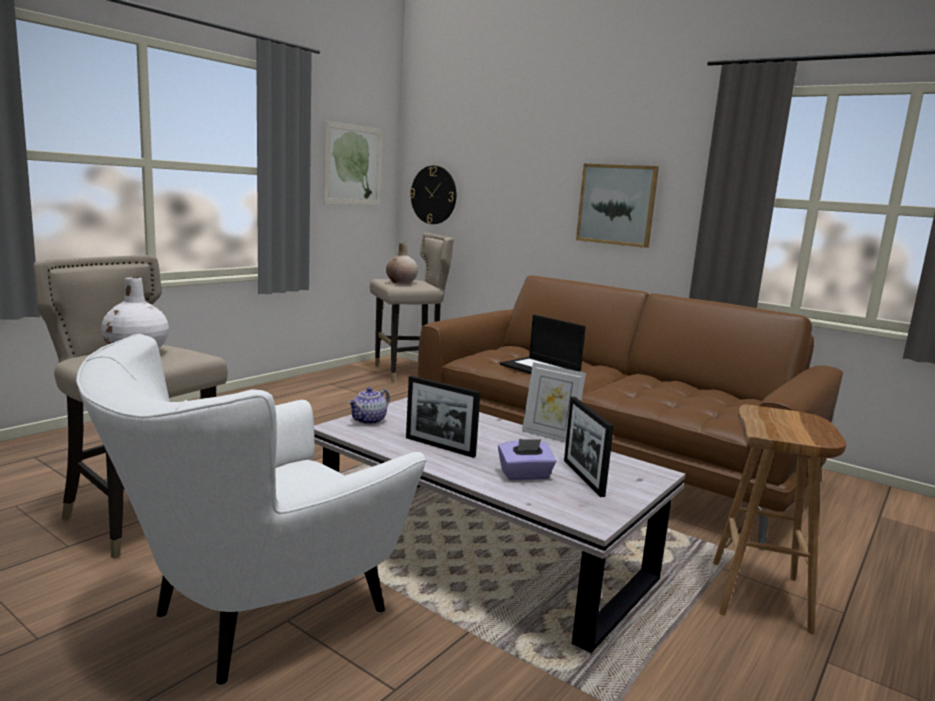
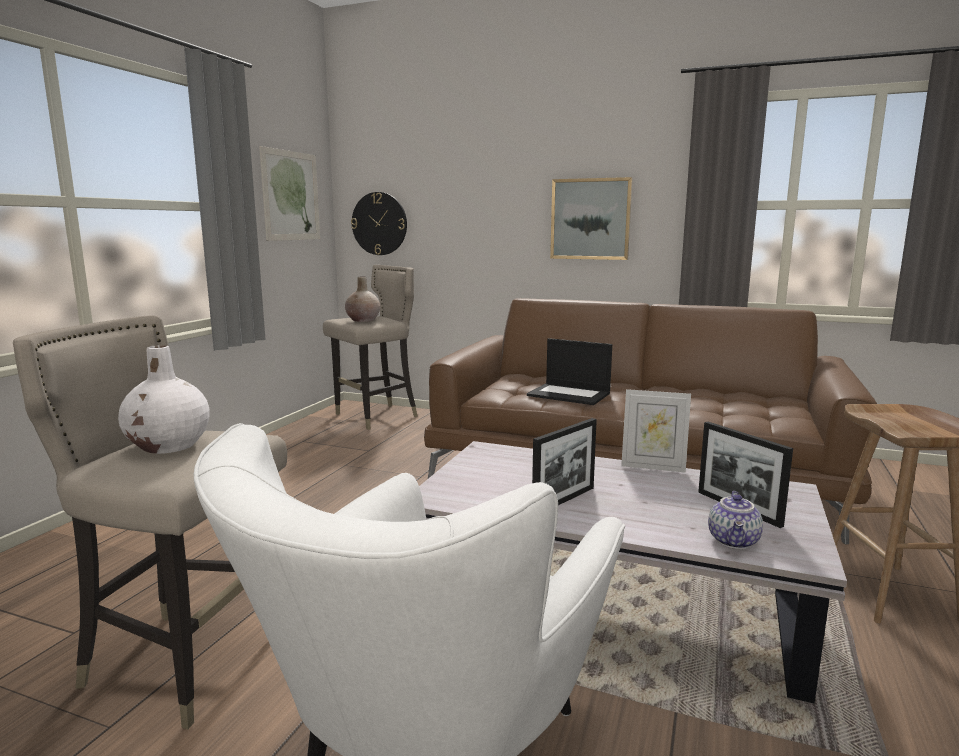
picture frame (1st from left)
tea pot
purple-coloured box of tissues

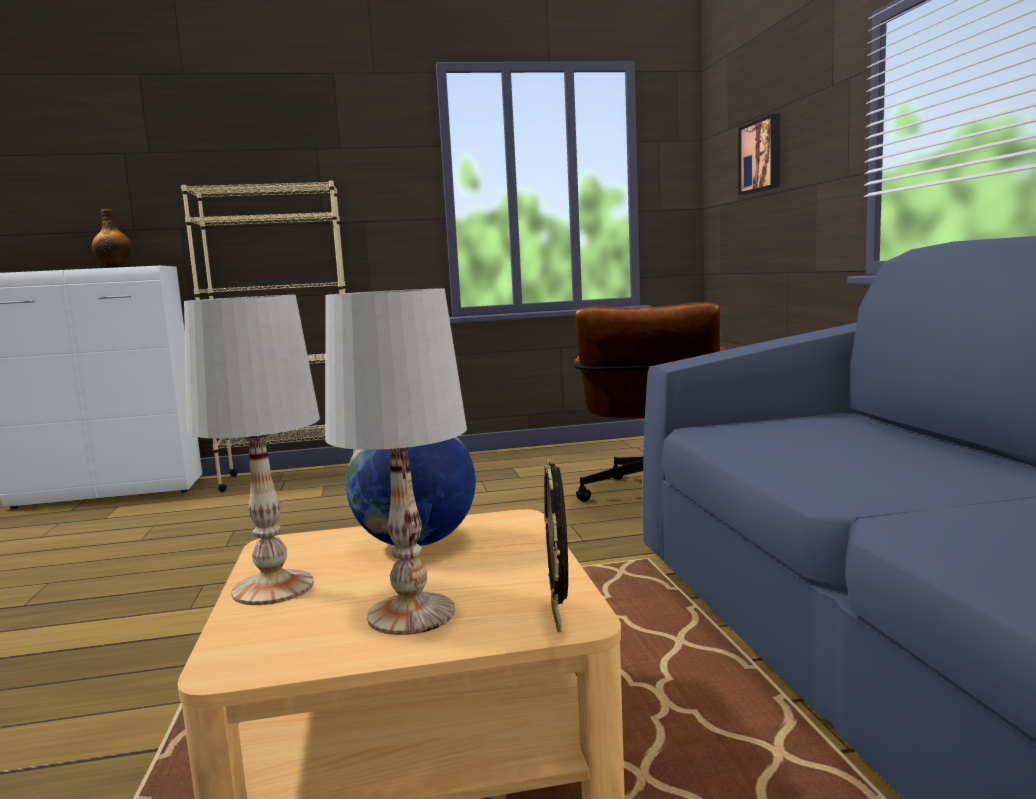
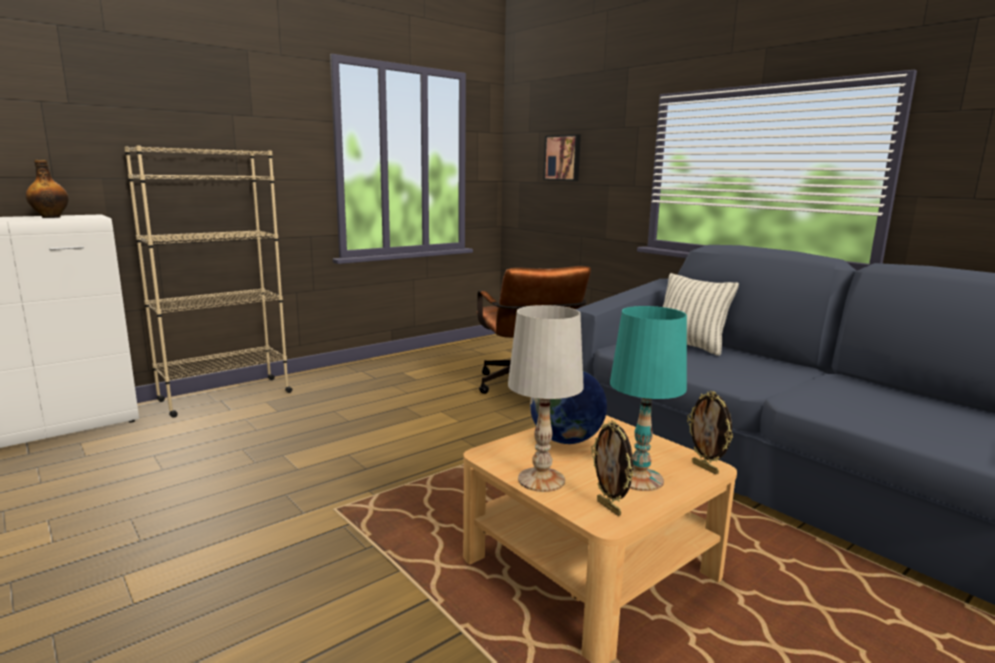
turquoise-coloured tabletop lamp
cushion
picture frame (1st from left)

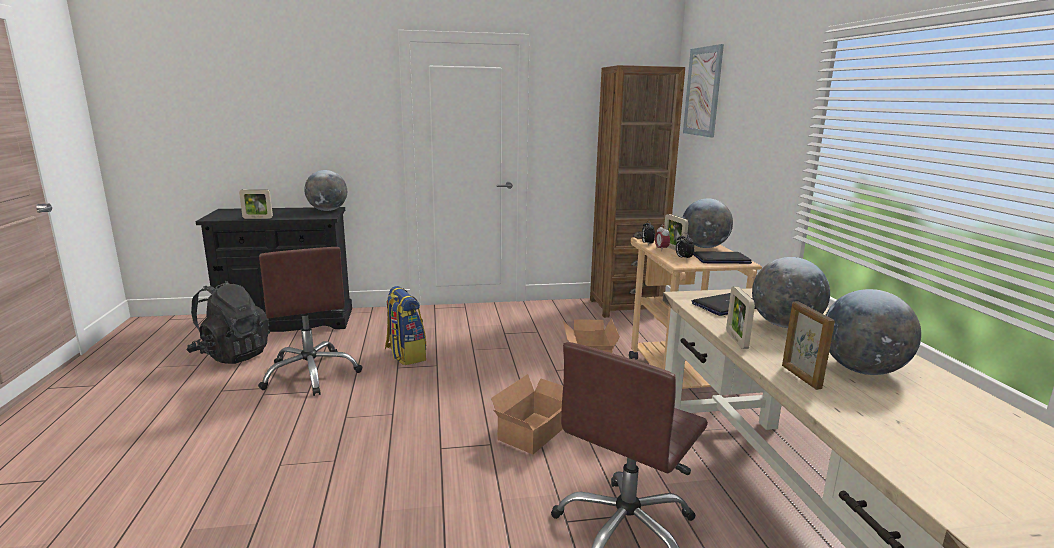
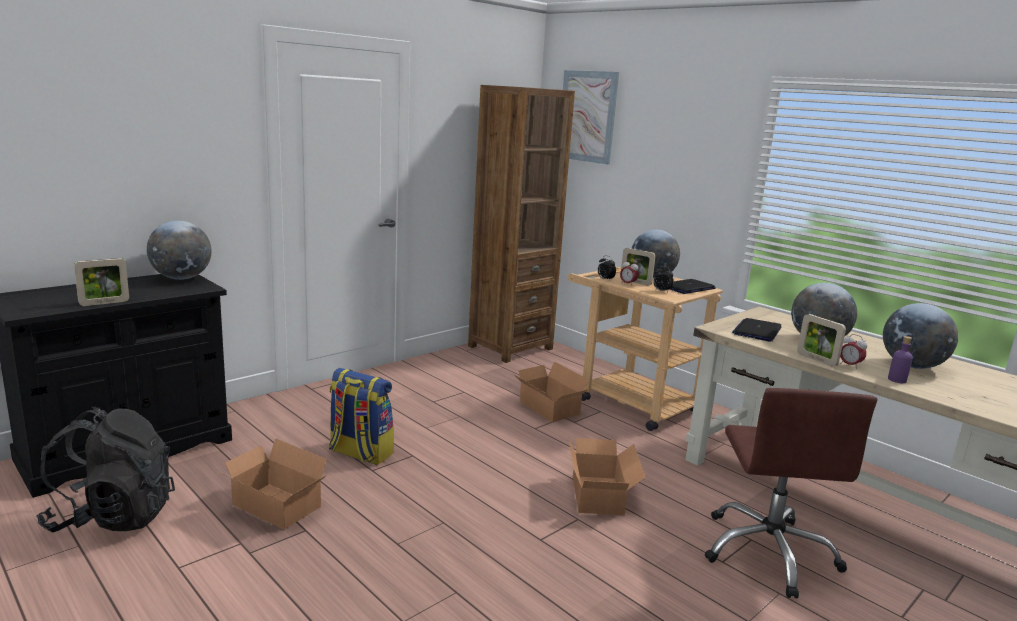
cardboard box (1st from left)
purple-coloured drink bottle
alarm clock (4th from left)

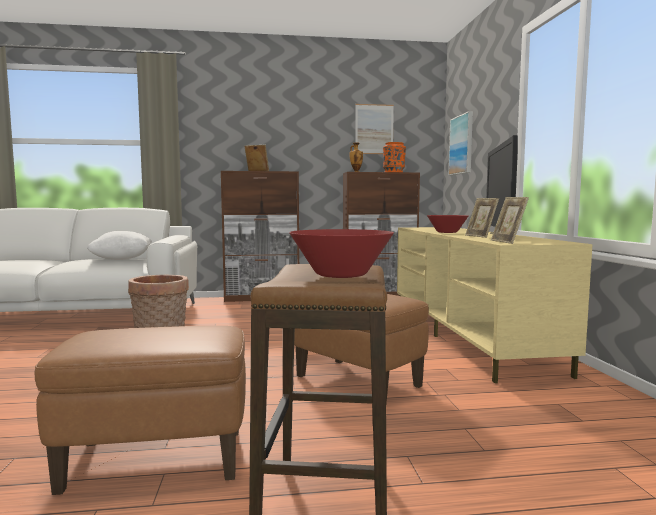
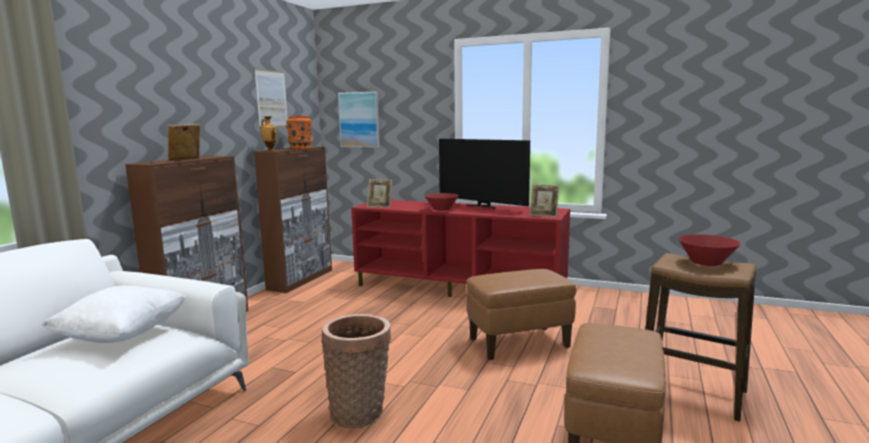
picture frame (2nd from left)
reddish tv stand

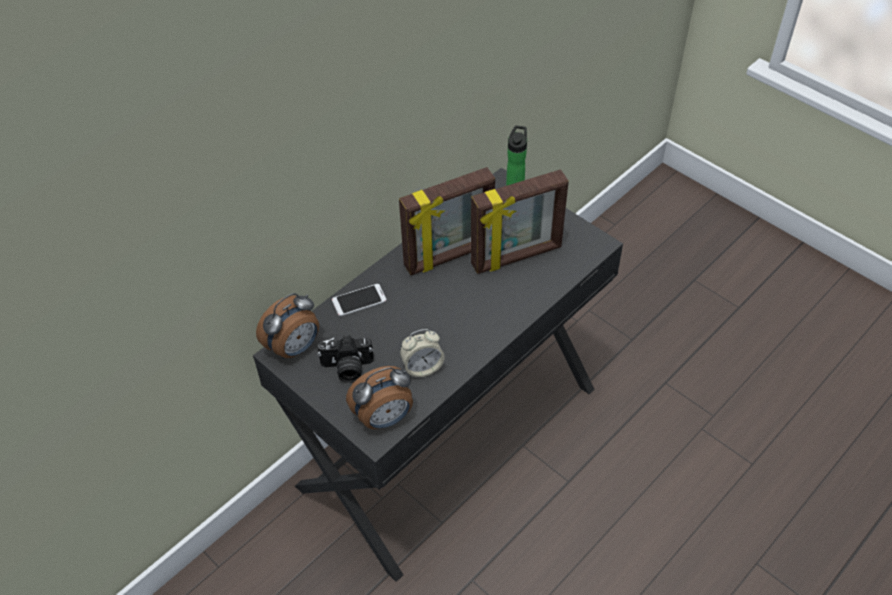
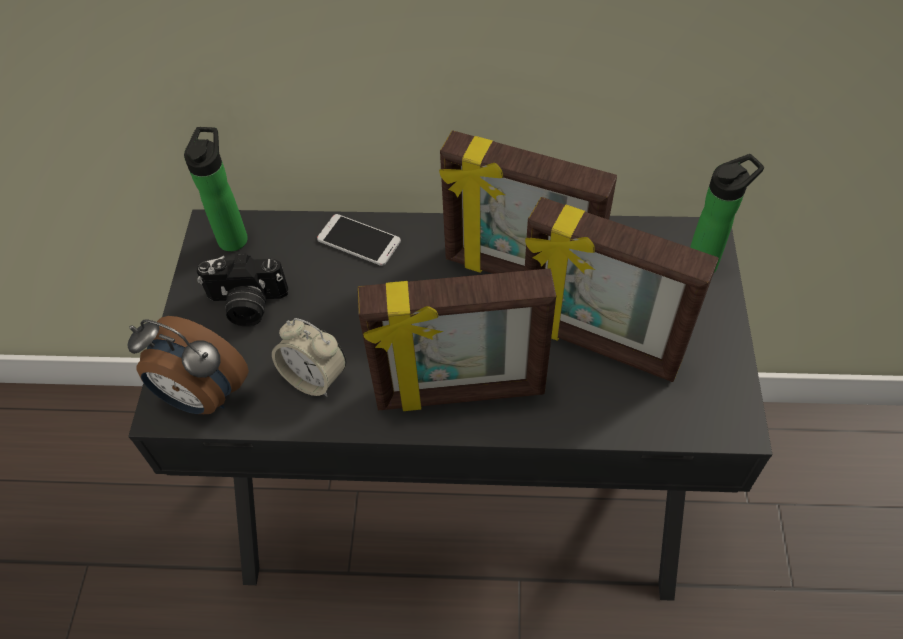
drink bottle (1st from left)
still camera
picture frame (1st from left)

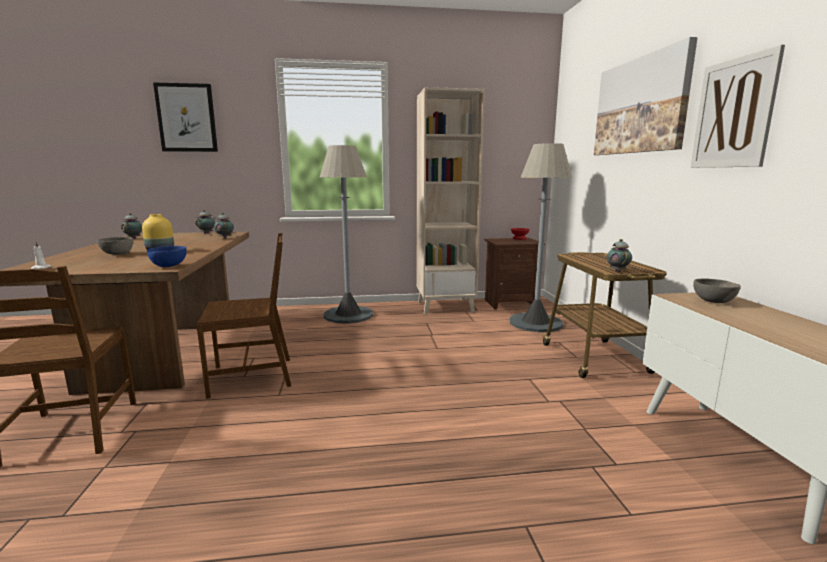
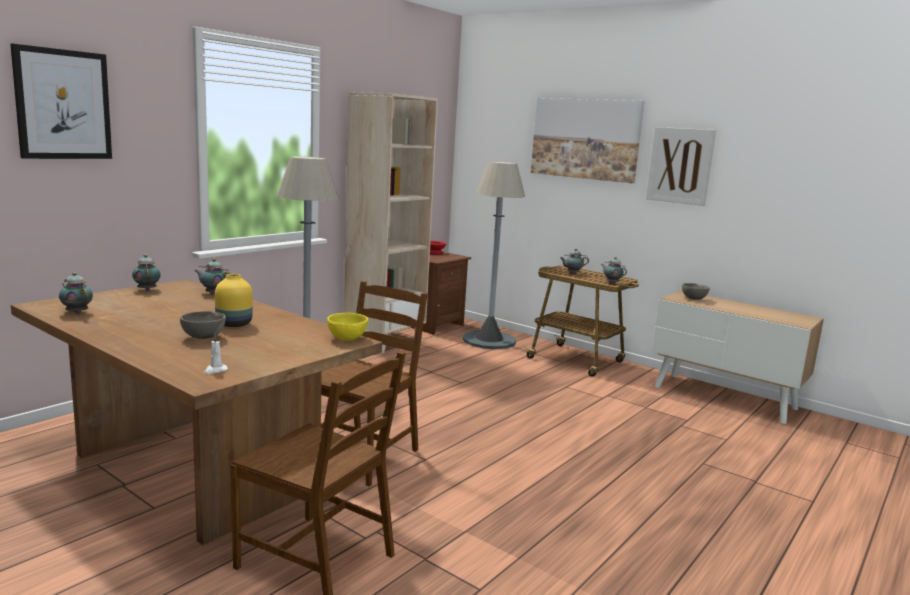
yellow serving bowl
tea pot (4th from left)

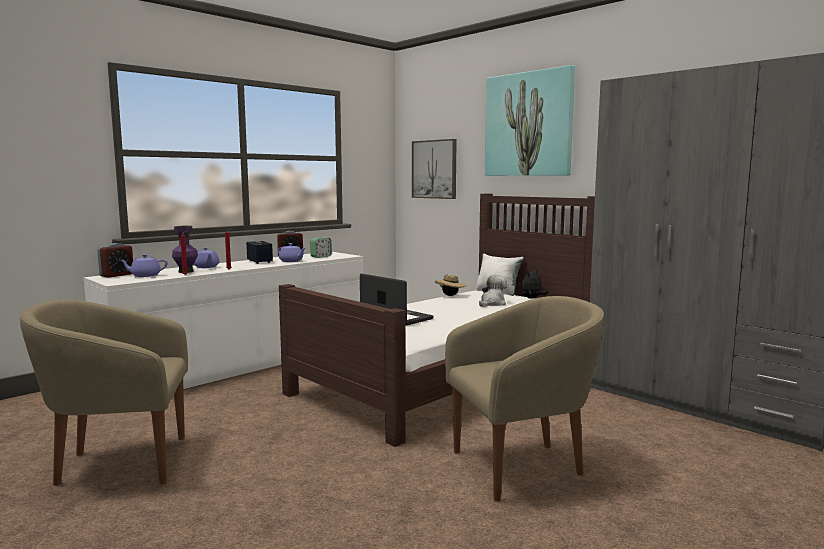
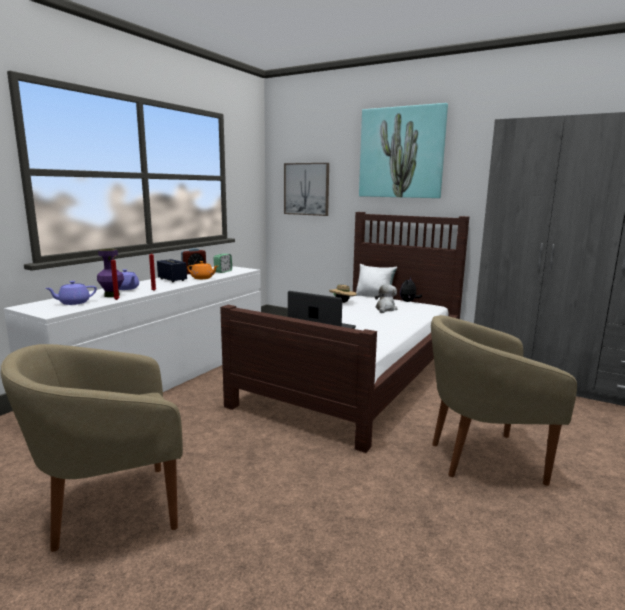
alarm clock (1st from left in the first image)
orange-coloured tea pot
sand-coloured armchair (2nd from left)

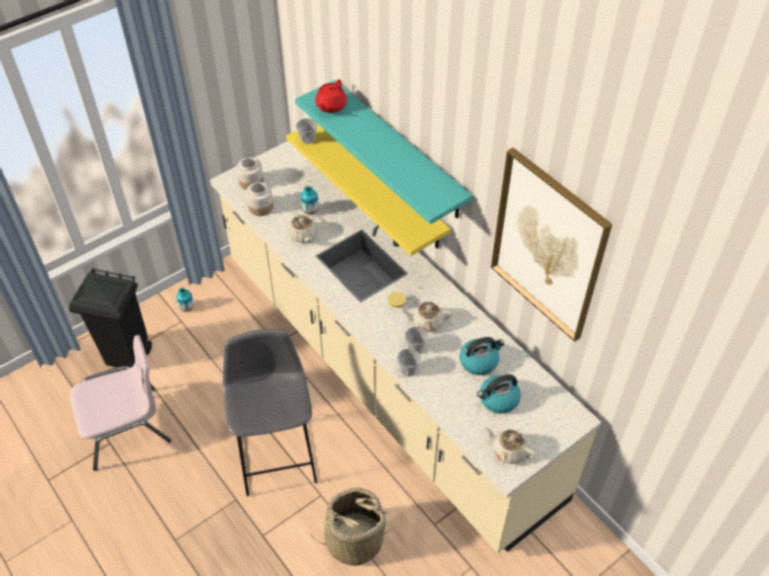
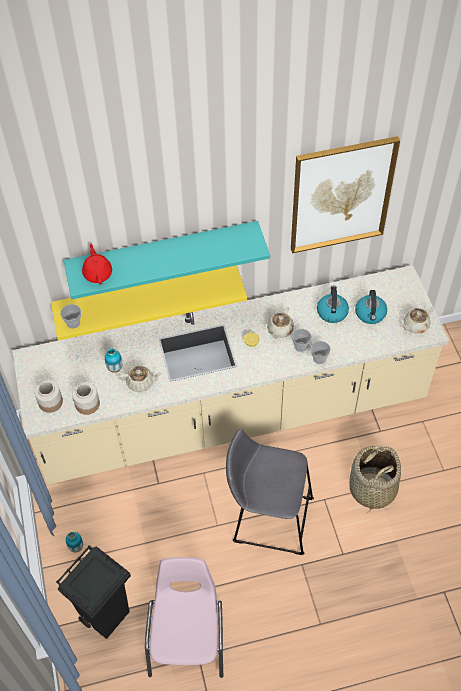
reddish tea pot

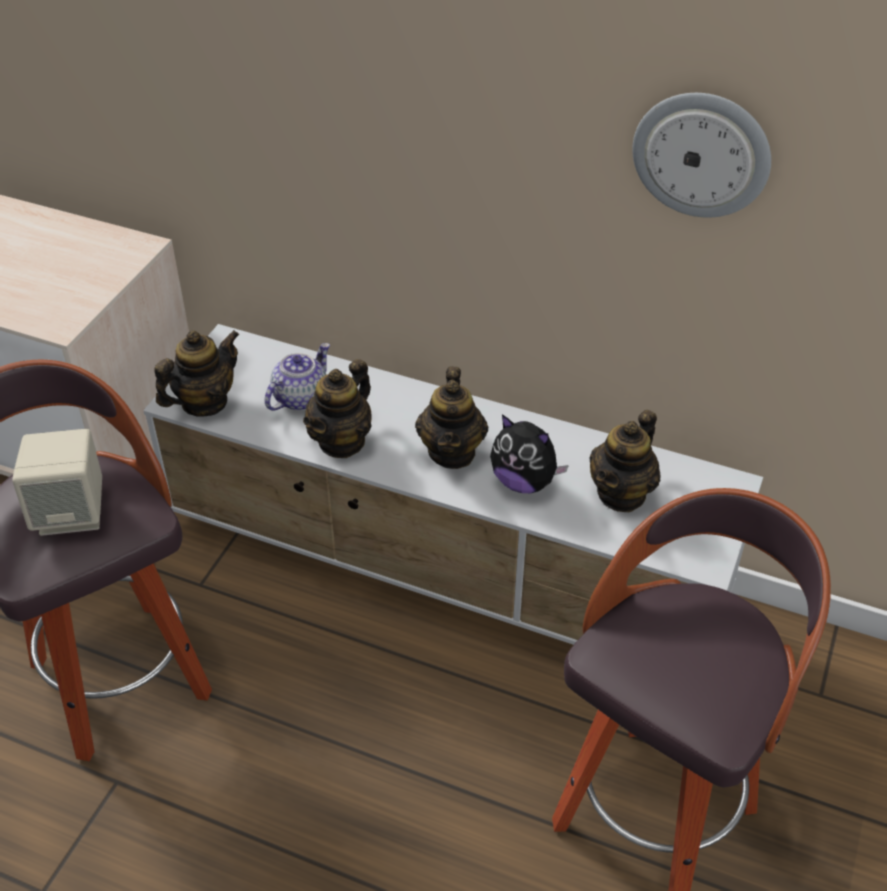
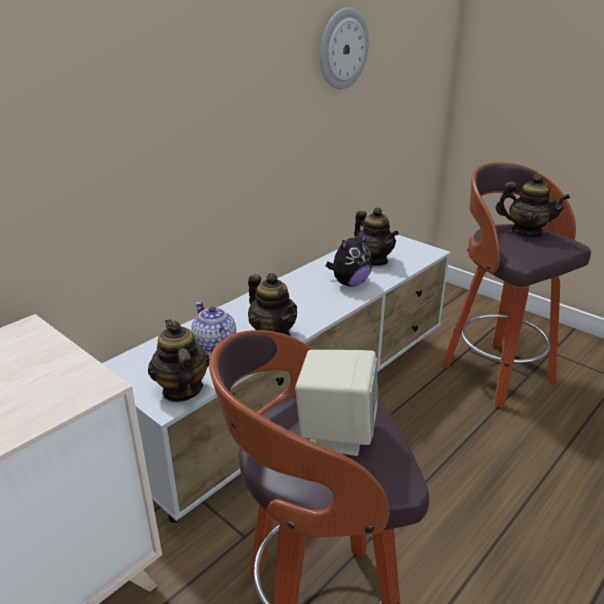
tea pot (5th from left)

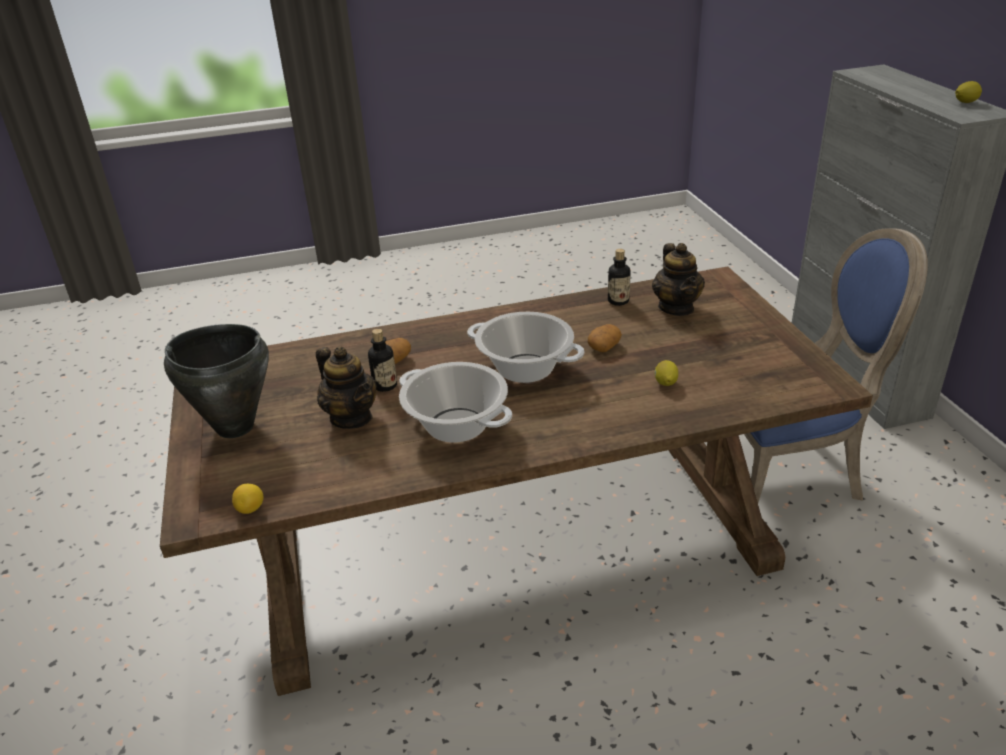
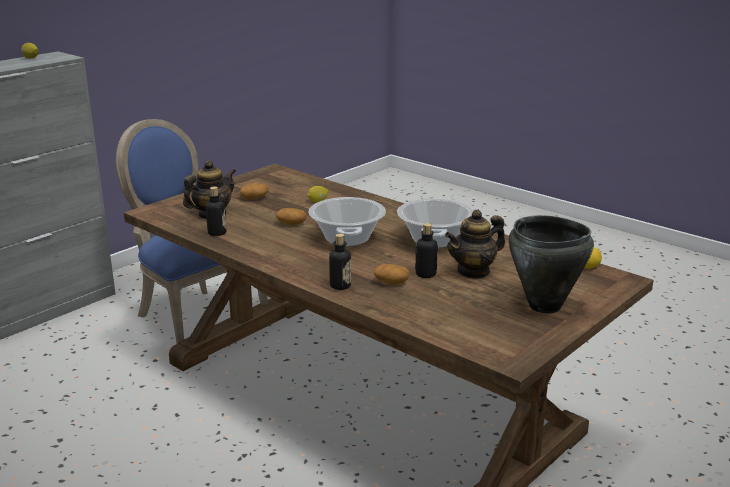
tea pot (2nd from left)
spud (1st from left)
drink bottle (2nd from left)

